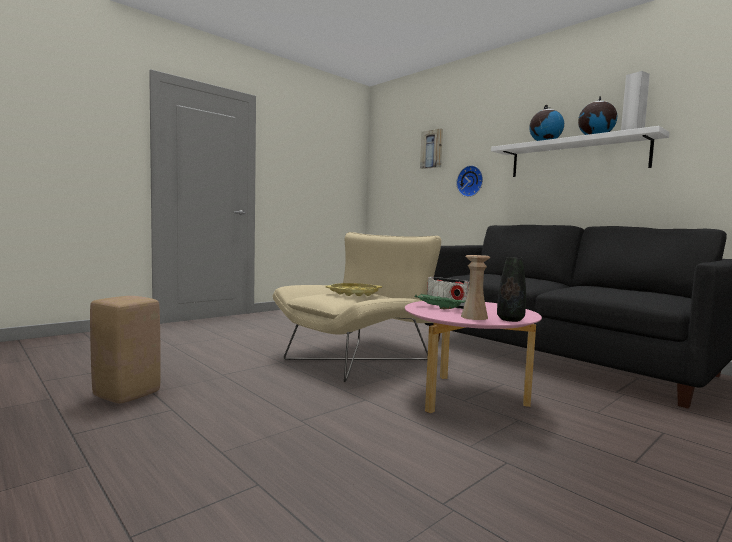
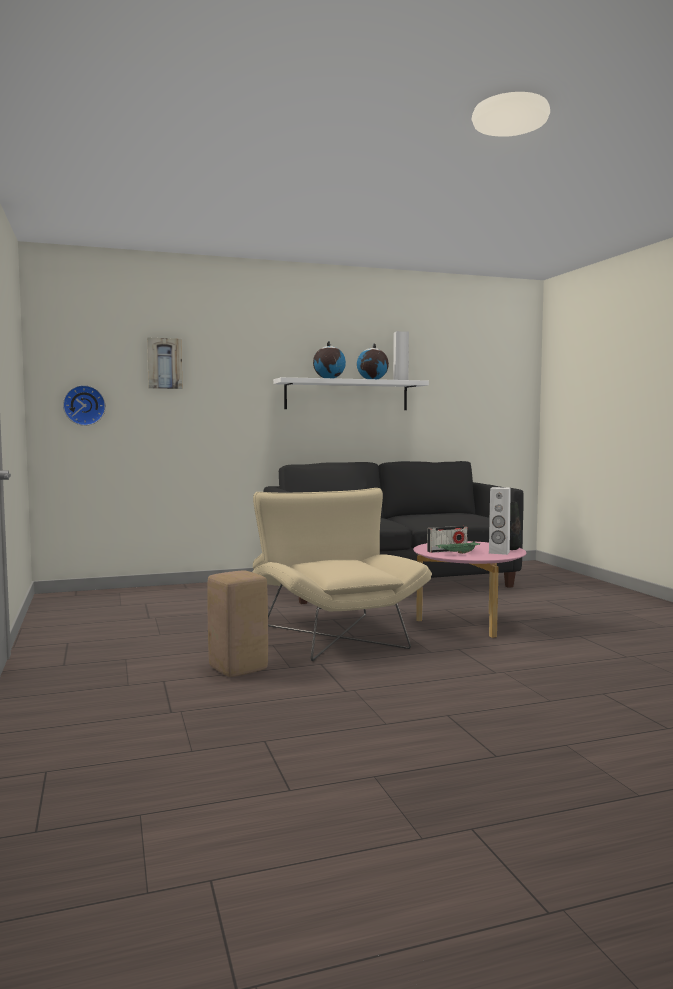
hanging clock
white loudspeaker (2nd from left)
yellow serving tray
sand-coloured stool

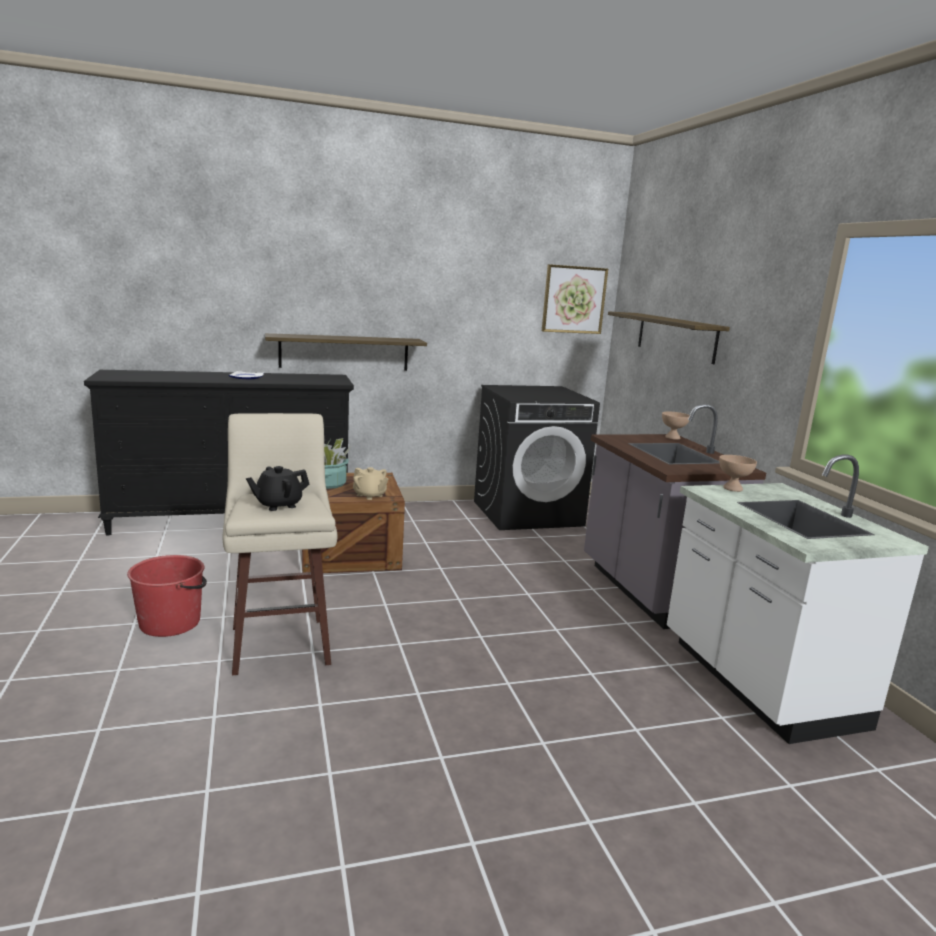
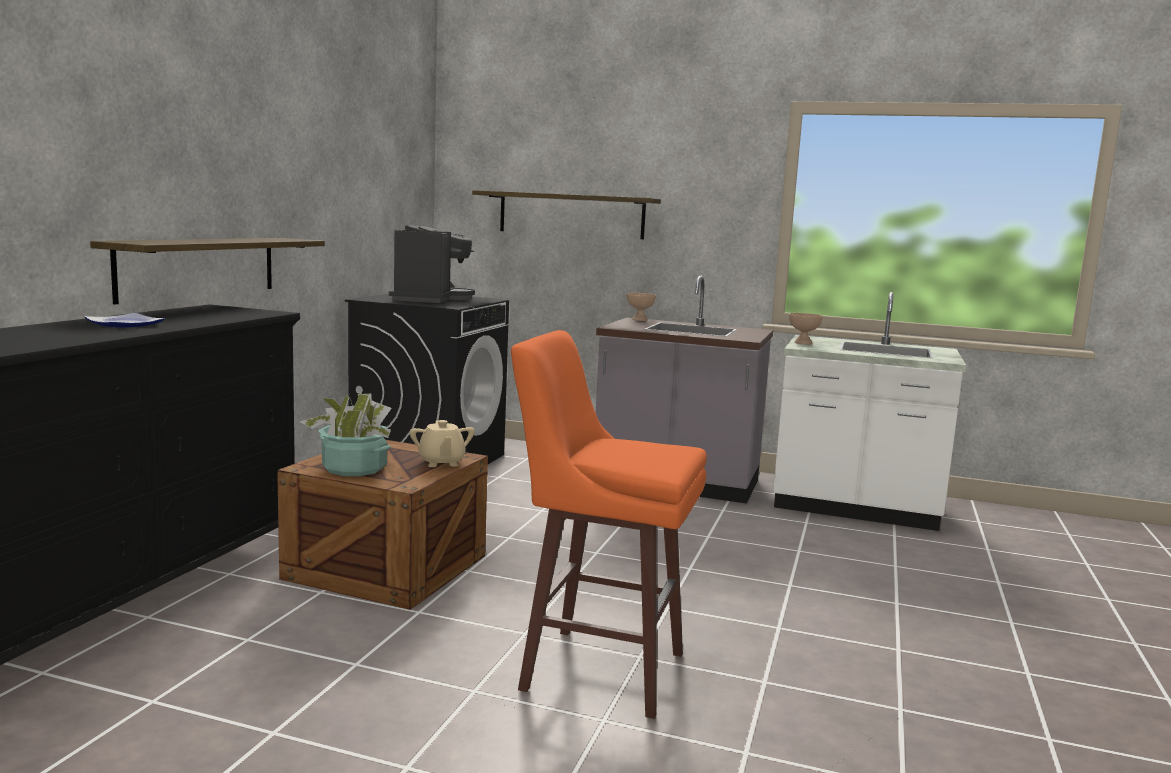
wall art
orange-coloured stool
blackish tea pot
sand-coloured tea pot
reddish pail
coffee maker

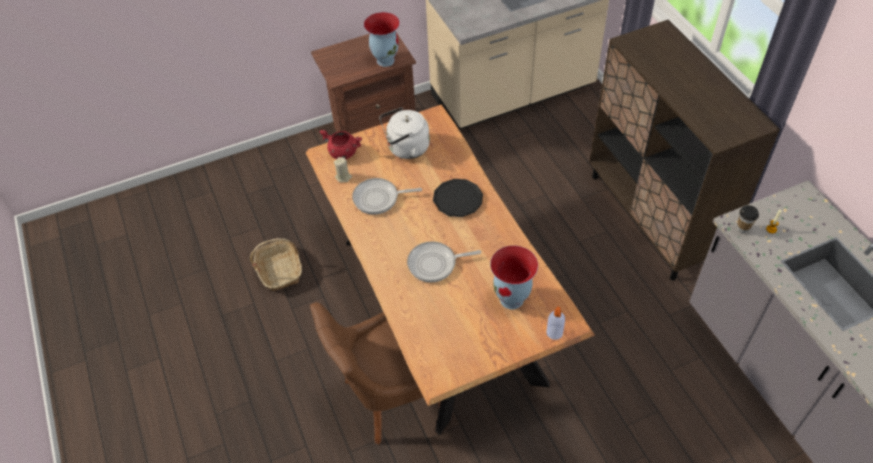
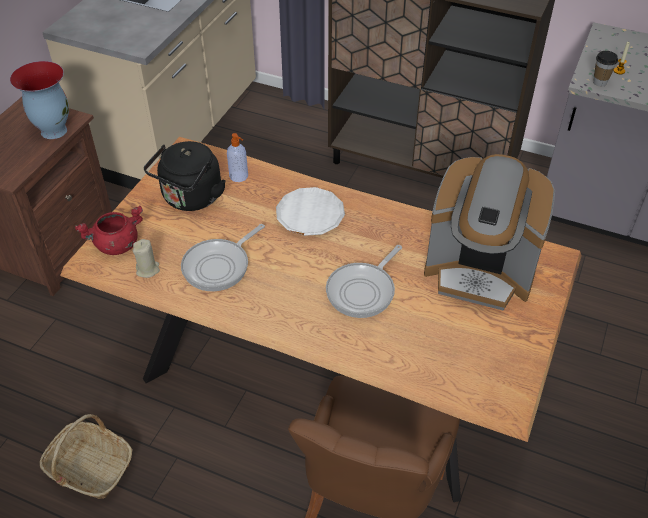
blackish kettle
white flat dish
coffee maker
soap dispenser

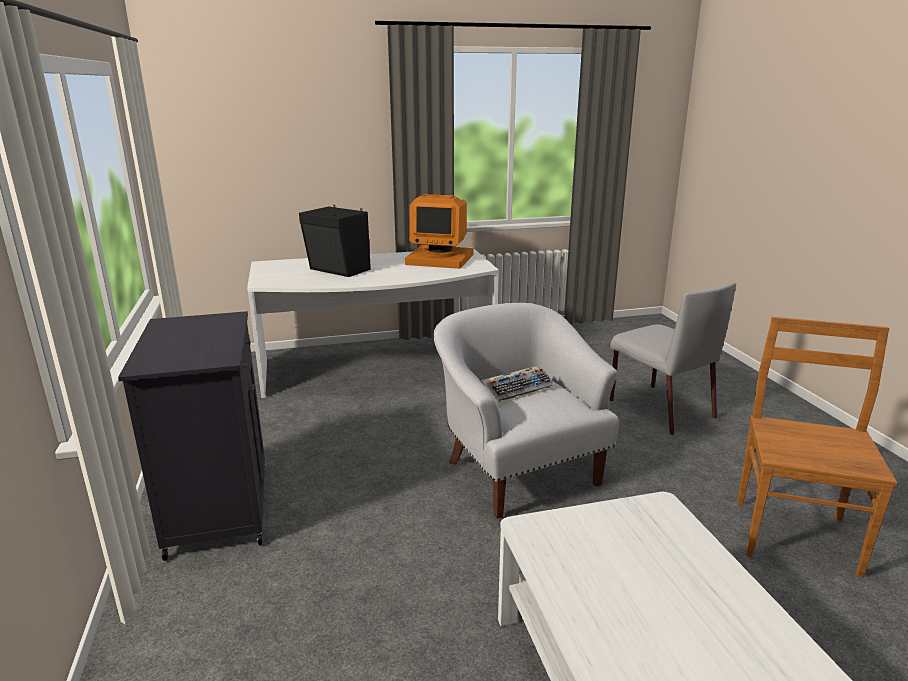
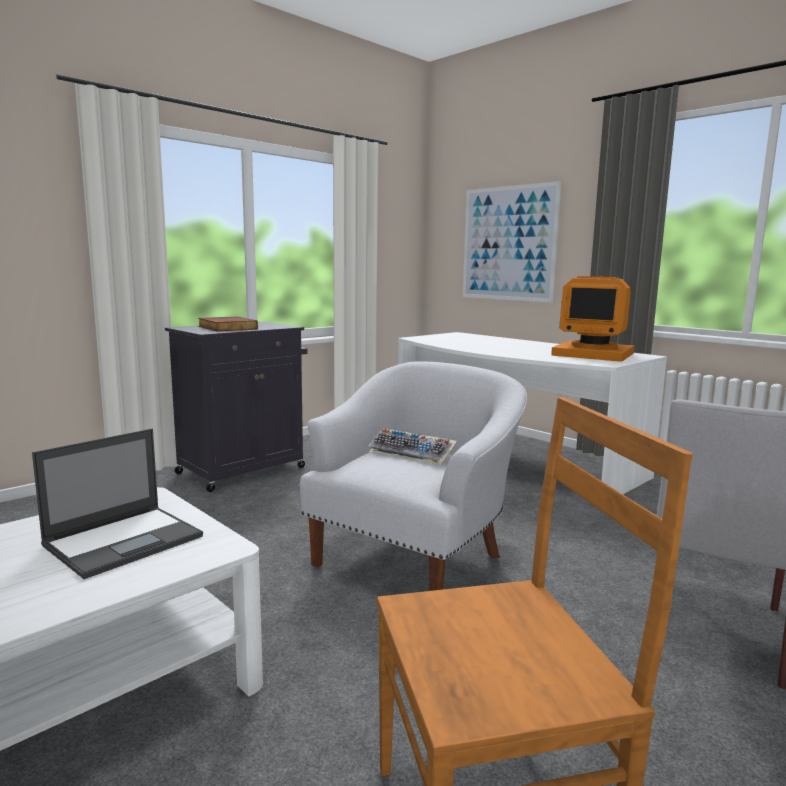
computer display
blackish loudspeaker
wall art
volume
laptop

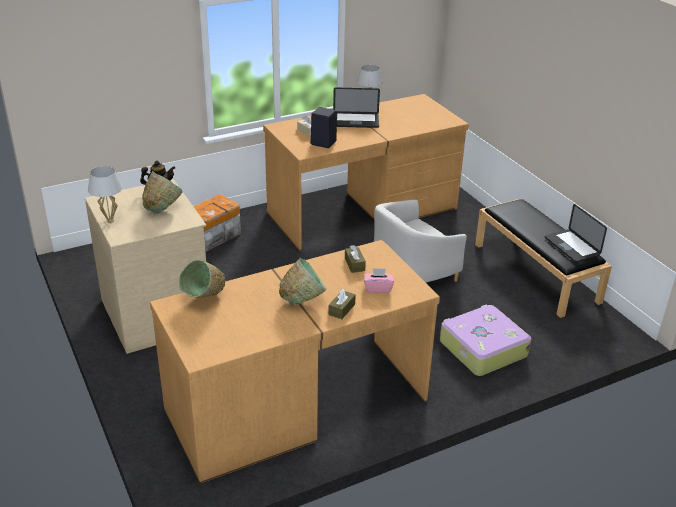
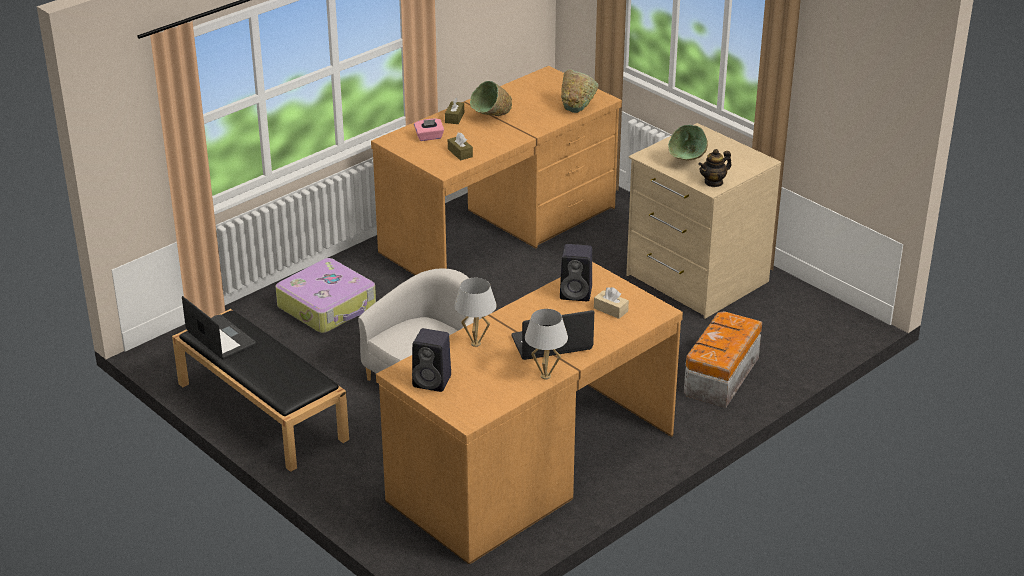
white tabletop lamp (1st from left)
blackish loudspeaker (1st from left)

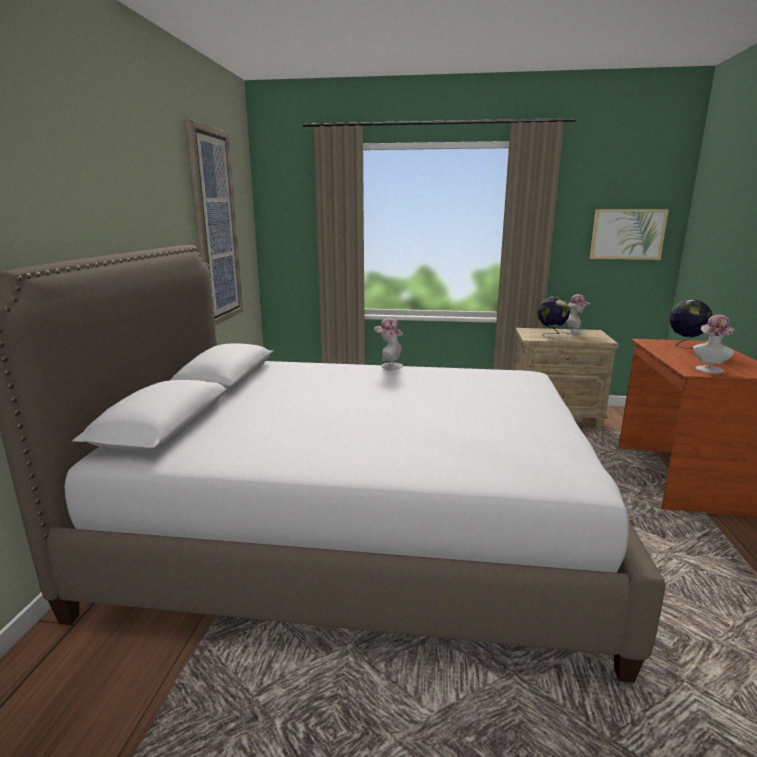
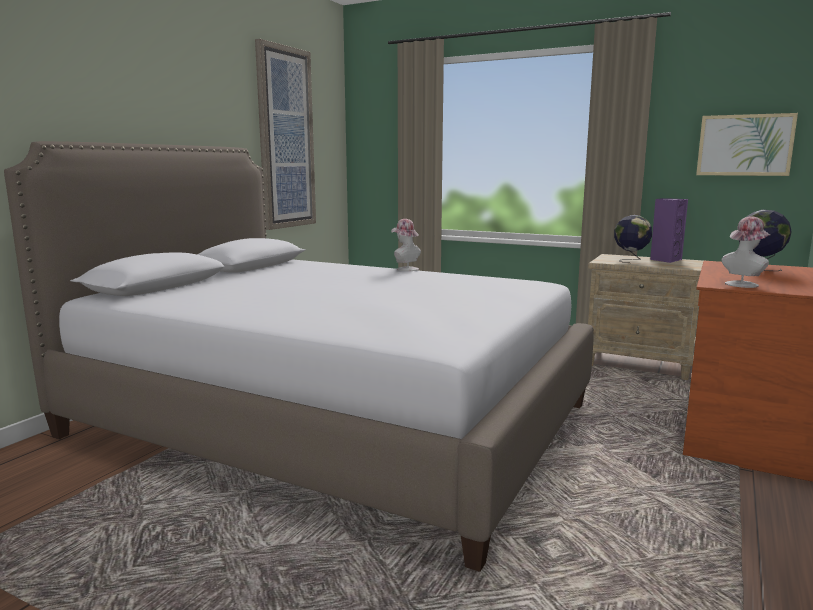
purple-coloured loudspeaker

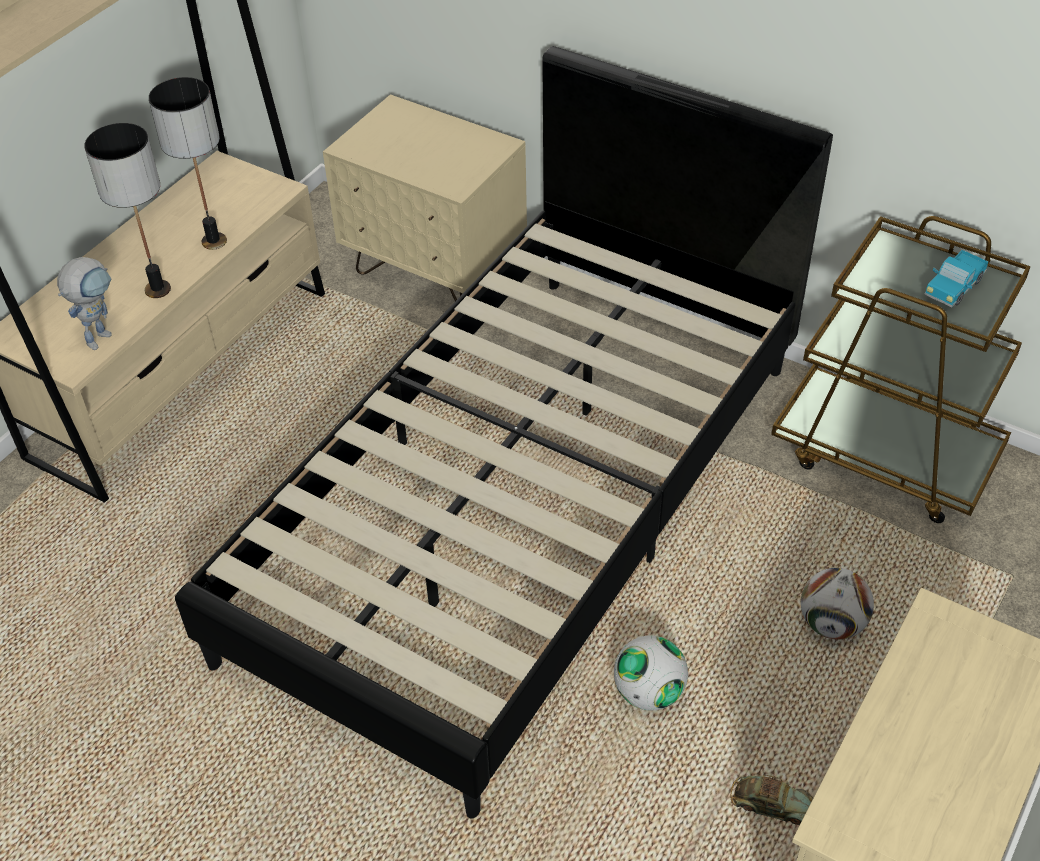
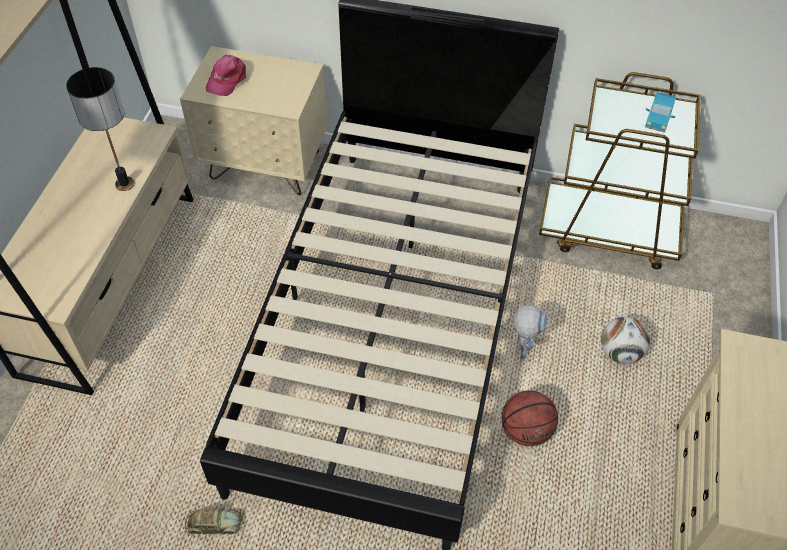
tabletop lamp (1st from left in the first image)
robot figure
ball for basketball
toy car
pinkish peaked cap

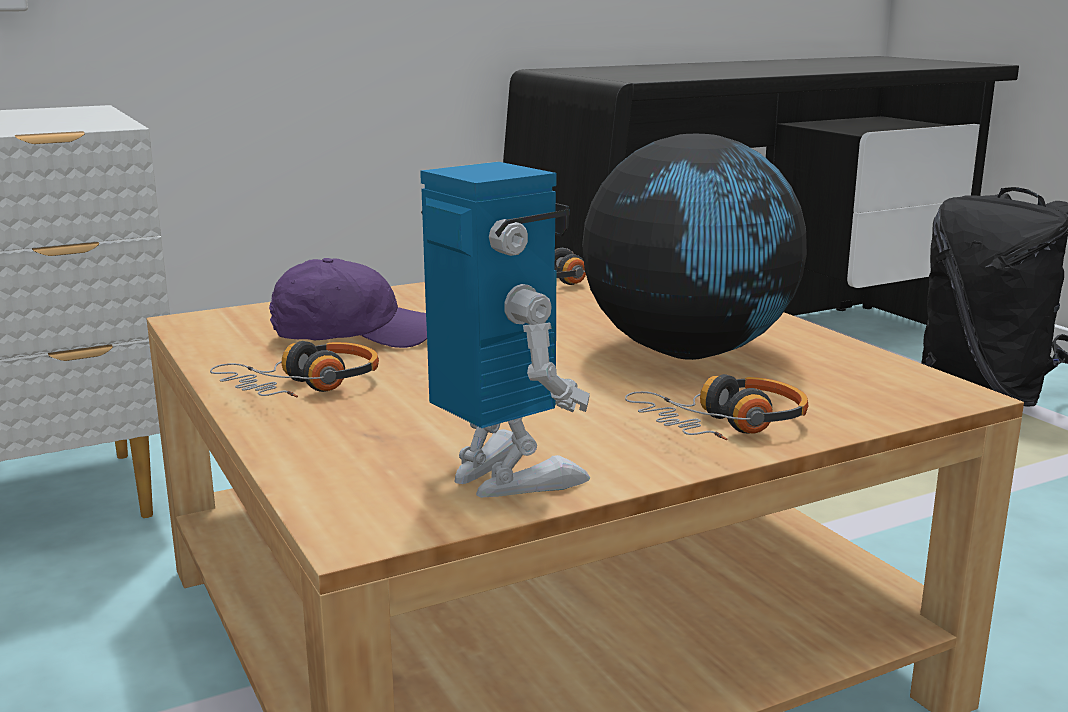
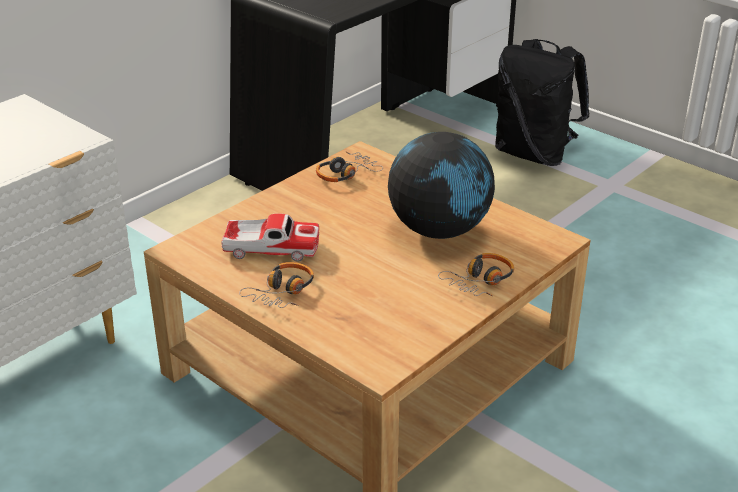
robot figure
toy car

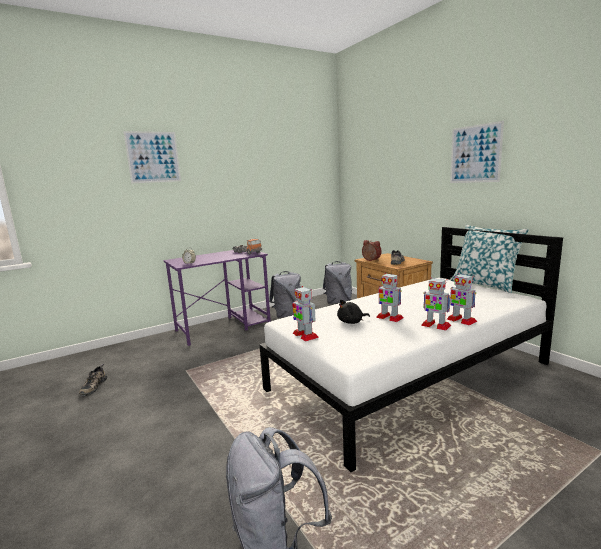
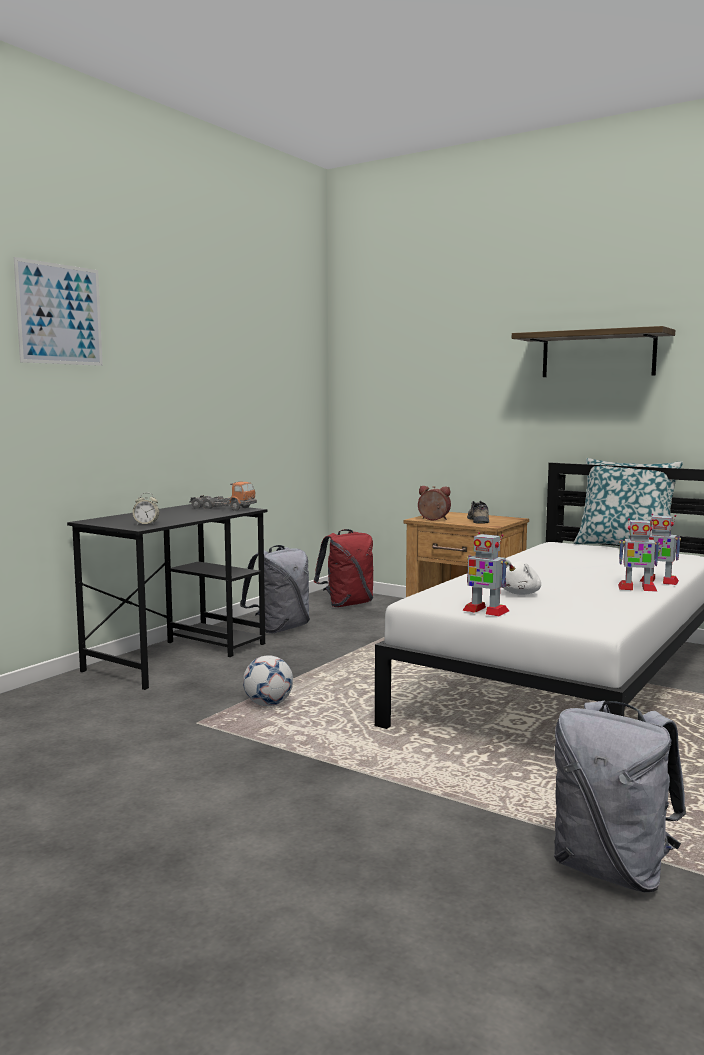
bracket shelf
blackish desk
reddish knapsack
robot figure (2nd from left in the first image)
white cuddly toy
shoe (1st from left in the first image)
football ball

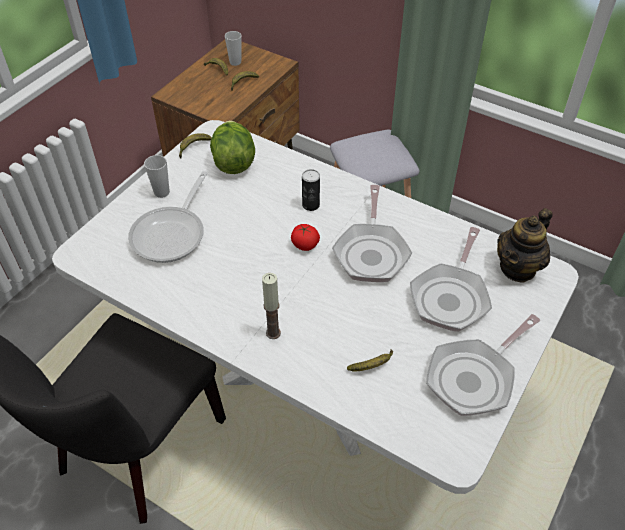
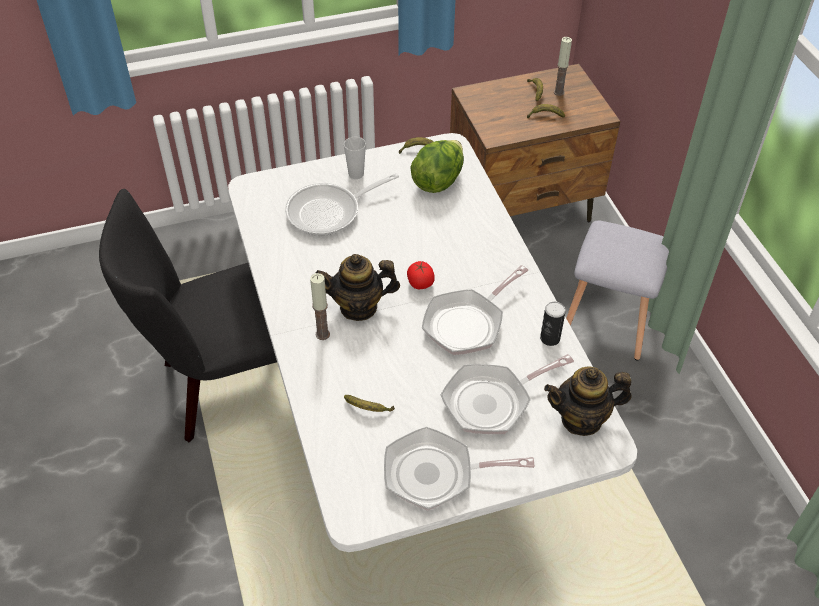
wax light (2nd from left)
metal can
tea pot (1st from left)

